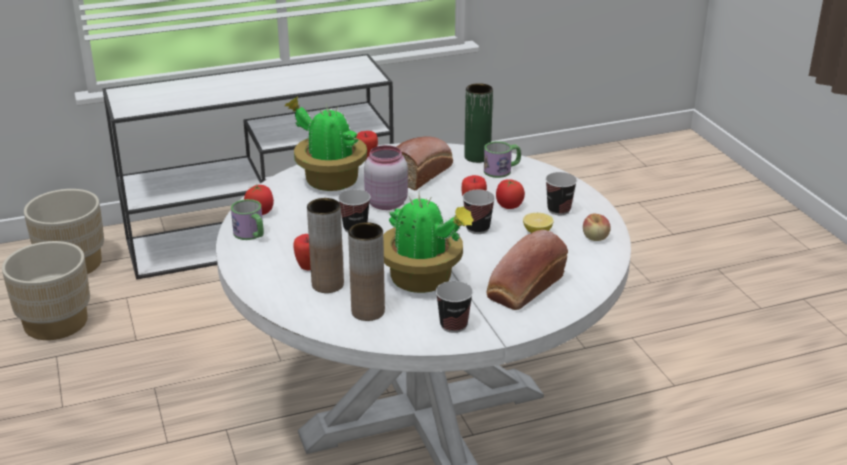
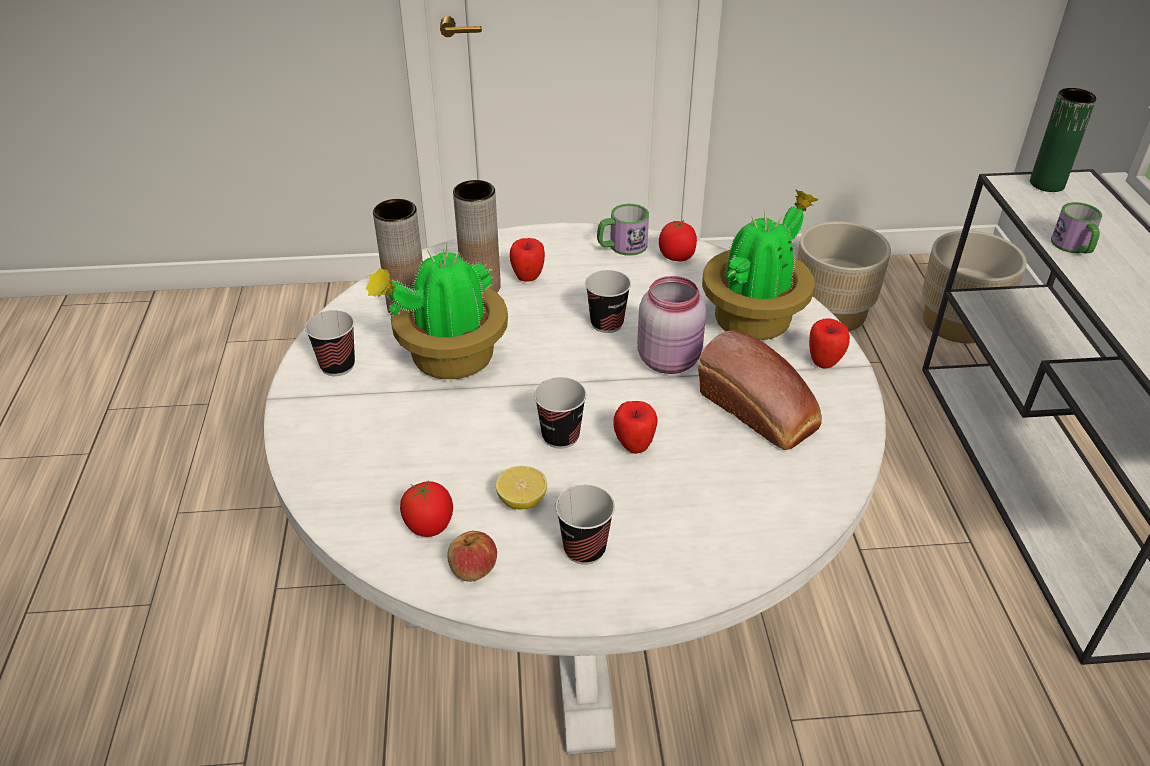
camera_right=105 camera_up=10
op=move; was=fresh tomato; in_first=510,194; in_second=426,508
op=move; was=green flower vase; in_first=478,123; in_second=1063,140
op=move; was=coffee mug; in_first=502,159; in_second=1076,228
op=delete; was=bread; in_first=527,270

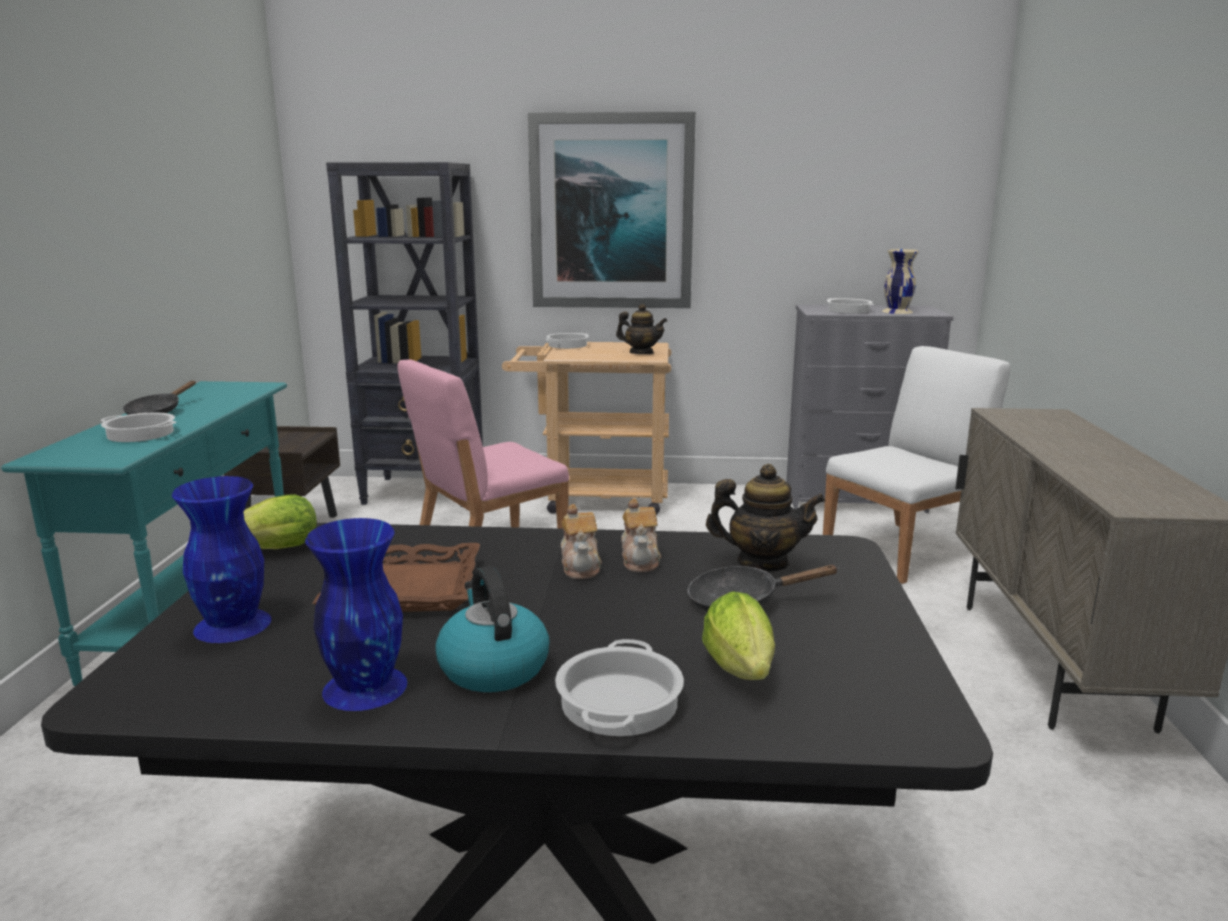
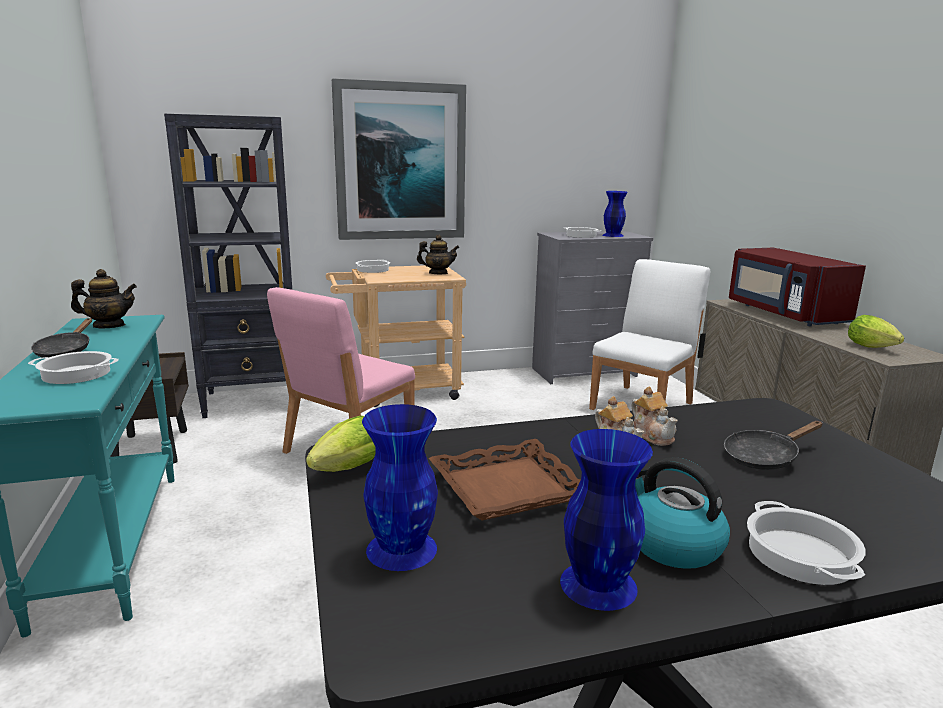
camera_right=-20 camera_up=0
op=move; was=pot for tea; in_first=766,517; in_second=104,298
op=recolor; was=beige flower vase; now=blue flower vase; in_first=900,281; in_second=615,214
op=insert; now=reddish kitchen microwave; in_second=797,287
op=move; was=head of lettuce; in_first=738,635; in_second=876,331

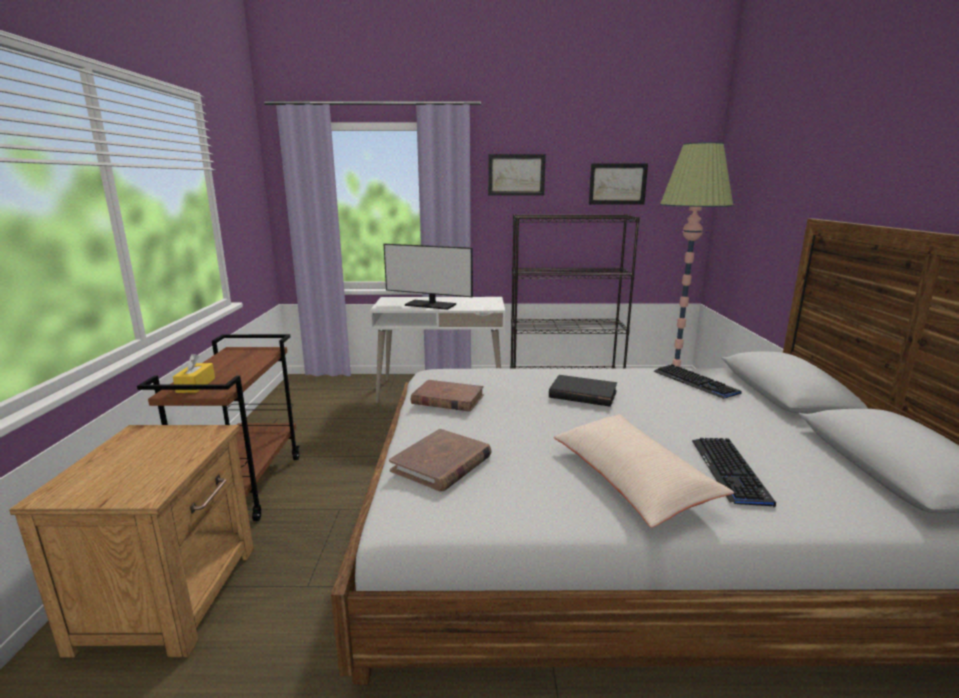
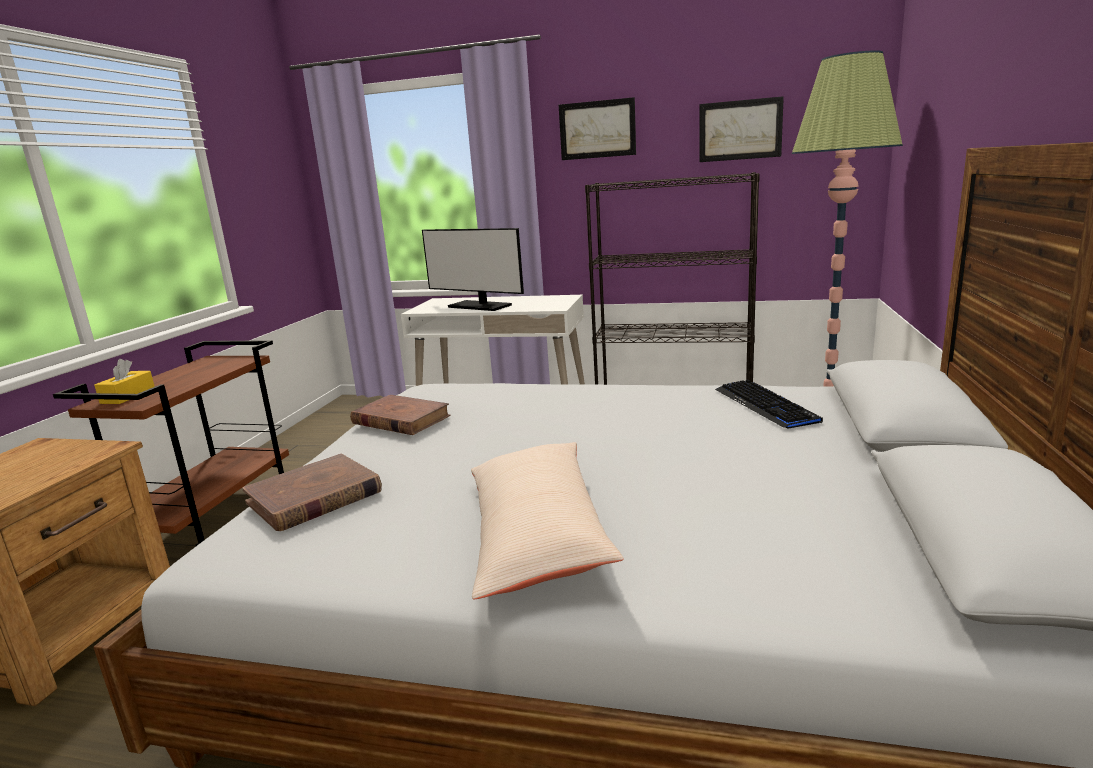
camera_right=15 camera_up=0
op=delete; was=black book; in_first=583,391
op=delete; was=keyboard; in_first=734,472

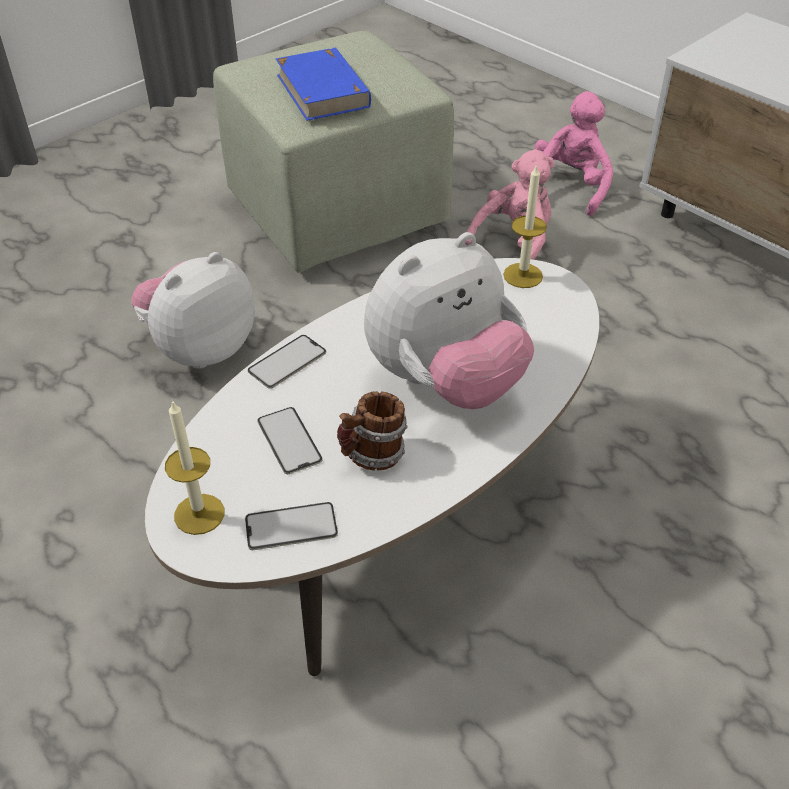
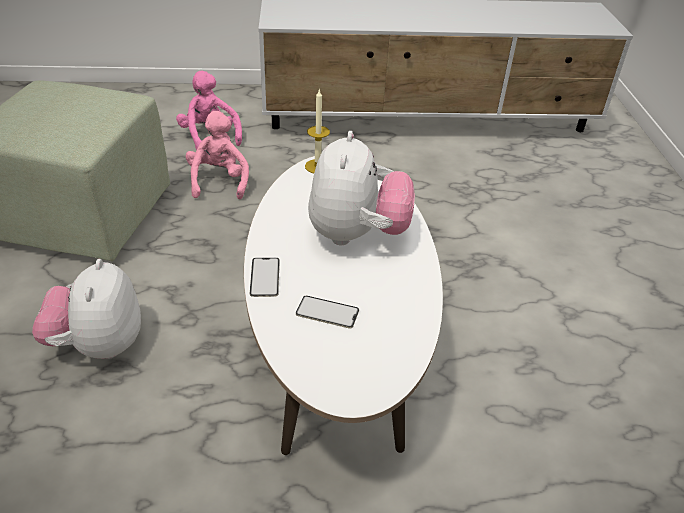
camera_right=-50 camera_up=-5
op=delete; was=candle; in_first=195,467
op=delete; was=telephone; in_first=291,526
op=delete; was=blue book; in_first=323,84
op=delete; was=coffee mug; in_first=372,430

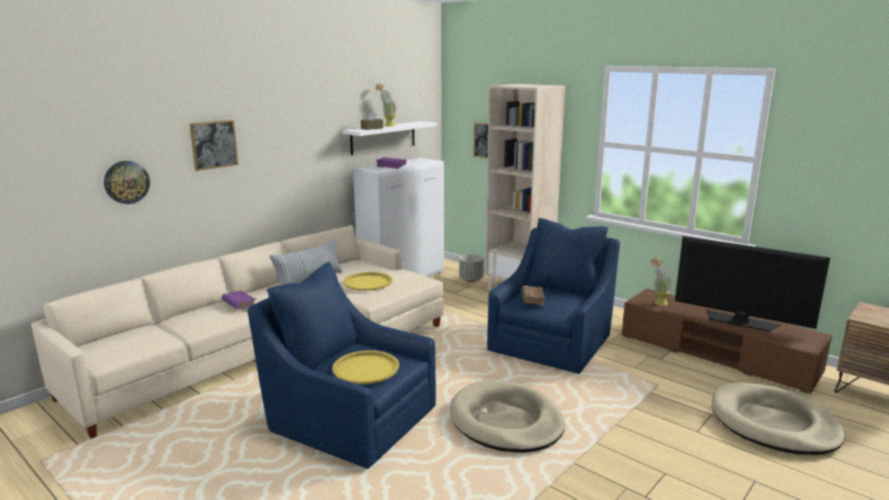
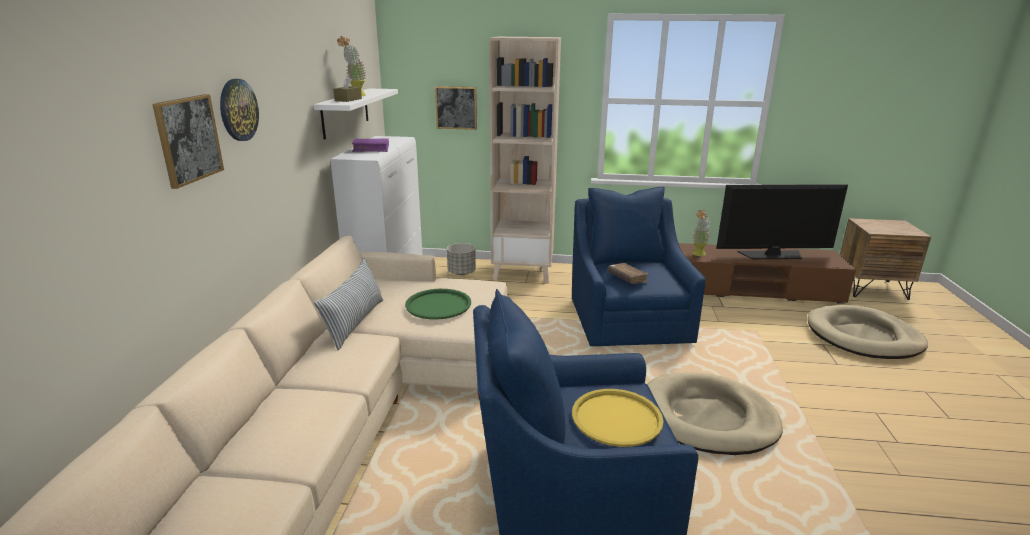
camera_right=-35 camera_up=5
op=move; was=hanging clock; in_first=127,182; in_second=239,110
op=recolor; was=yellow carrying tray; now=green carrying tray; in_first=368,281; in_second=438,304
op=delete; was=purple book; in_first=239,300

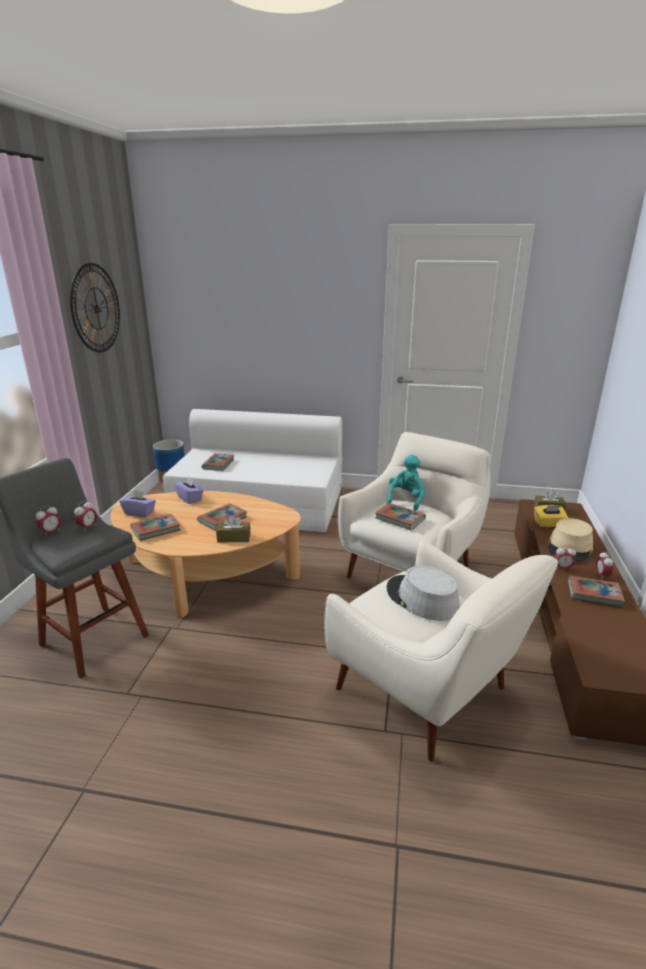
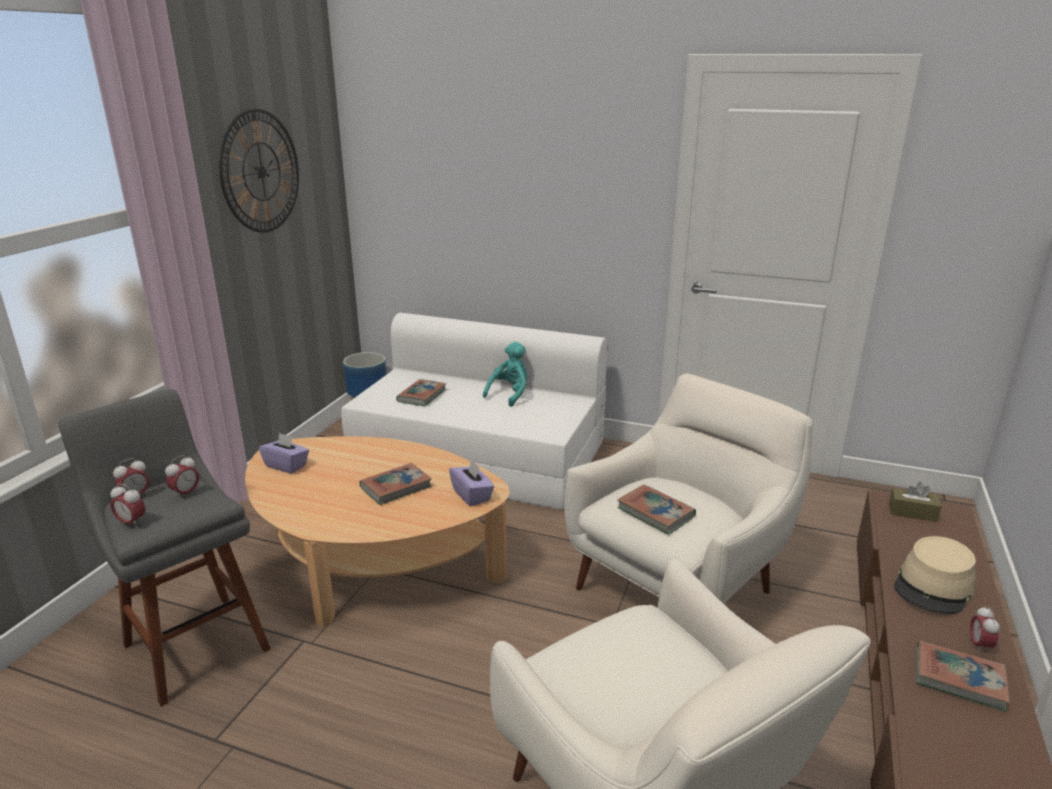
camera_right=10 camera_up=0
op=move; was=table clock; in_first=565,558; in_second=128,506
op=move; was=purple box of tissues; in_first=188,490; in_second=471,483
op=move; was=blue-green plush toy; in_first=406,483; in_second=505,374
op=delete; was=book; in_first=155,527
op=delete; was=brownish box of tissues; in_first=233,528
op=delete; was=grey hat; in_first=423,593
op=delete; was=yellow box of tissues; in_first=551,516

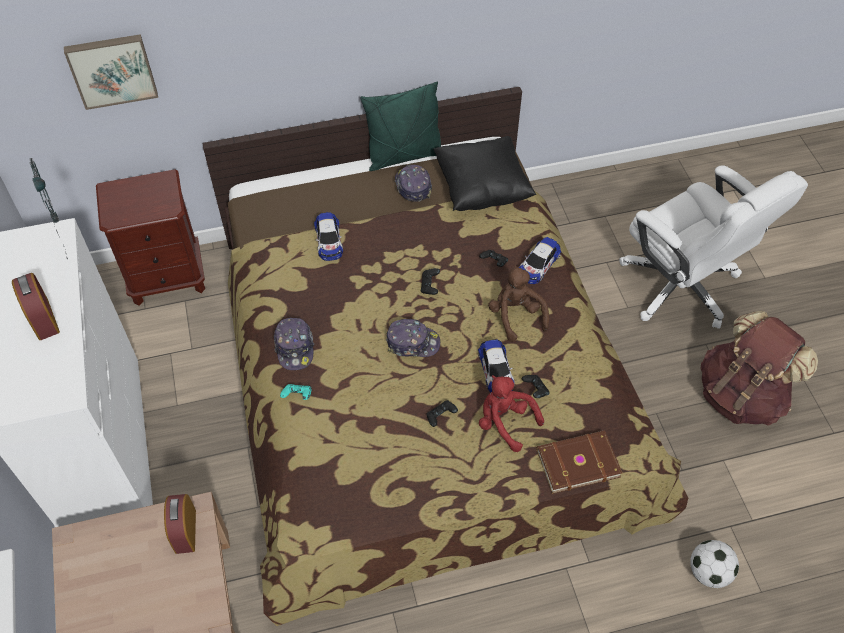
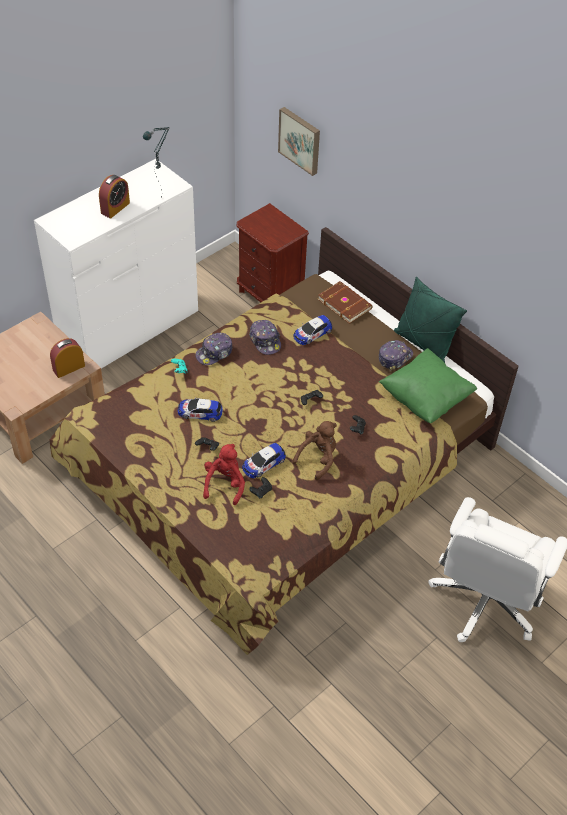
camera_right=60 camera_up=-5
op=move; was=toy car; in_first=540,260; in_second=200,410
op=move; was=baseball cap; in_first=413,338; in_second=265,337
op=move; was=brownish book; in_first=579,462; in_second=345,302
op=recolor; was=black cushion; now=green cushion; in_first=485,173; in_second=428,385
op=delete; was=football ball; in_first=714,564
op=delete; was=brownish backpack; in_first=759,368

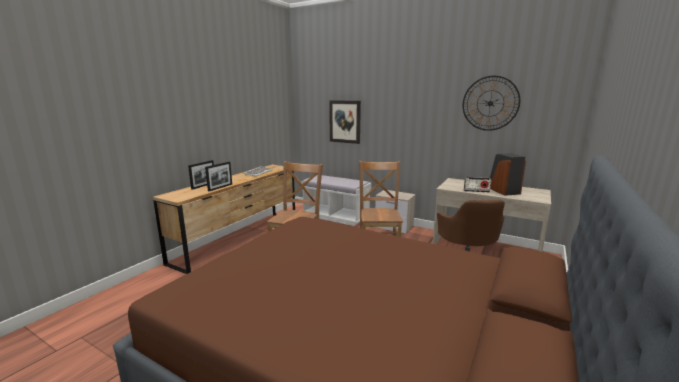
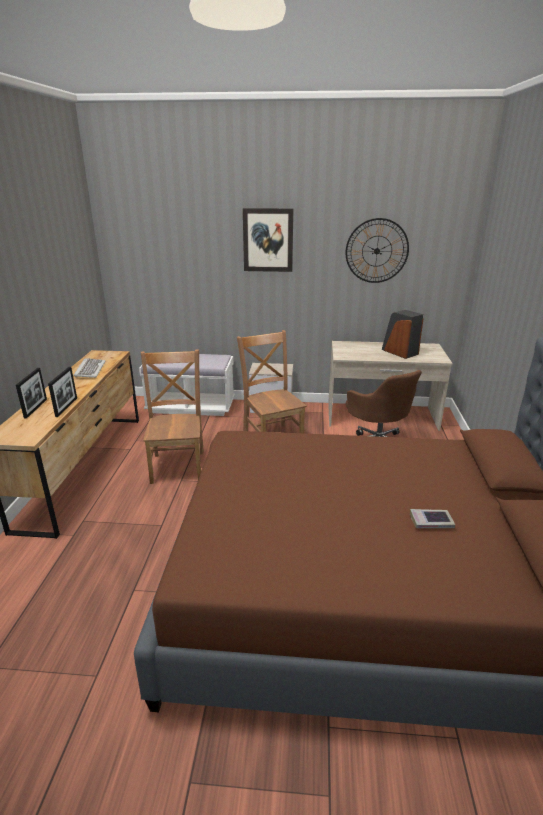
camera_right=-25 camera_up=10
op=move; was=wall art; in_first=345,122; in_second=268,240
op=insert; now=book; in_second=432,518
op=delete; was=radio; in_first=477,184

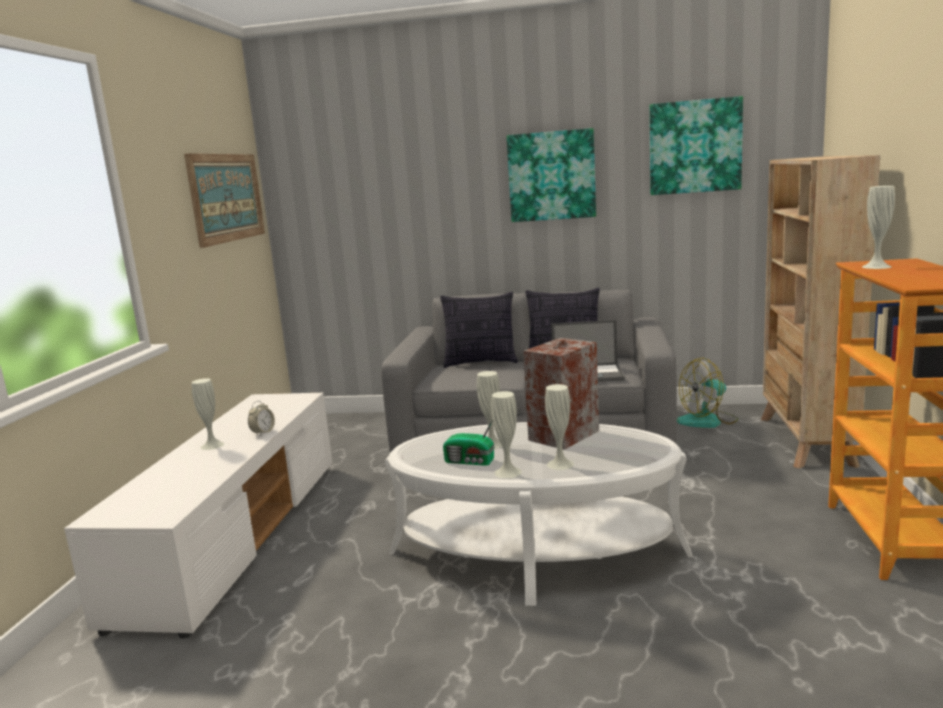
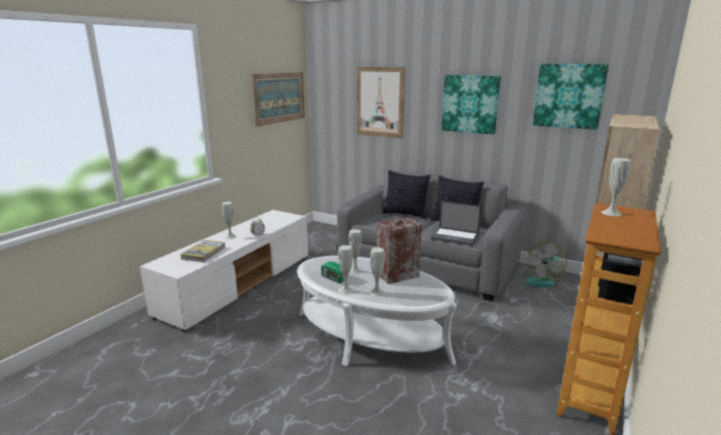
camera_right=20 camera_up=5
op=insert; now=book; in_second=203,251
op=insert; now=wall art; in_second=381,102
op=rotate; was=fan; in_first=707,393; in_second=546,264; clockwise=-45

